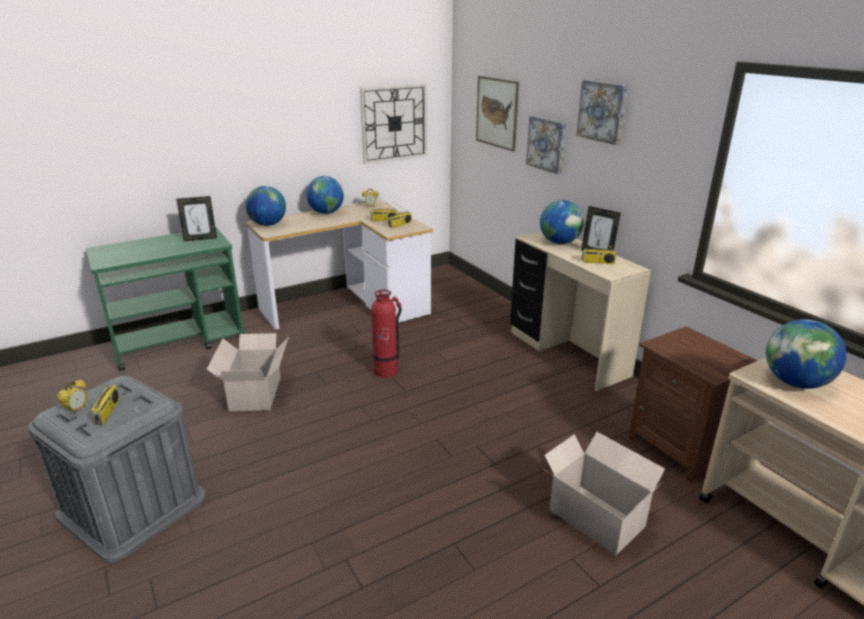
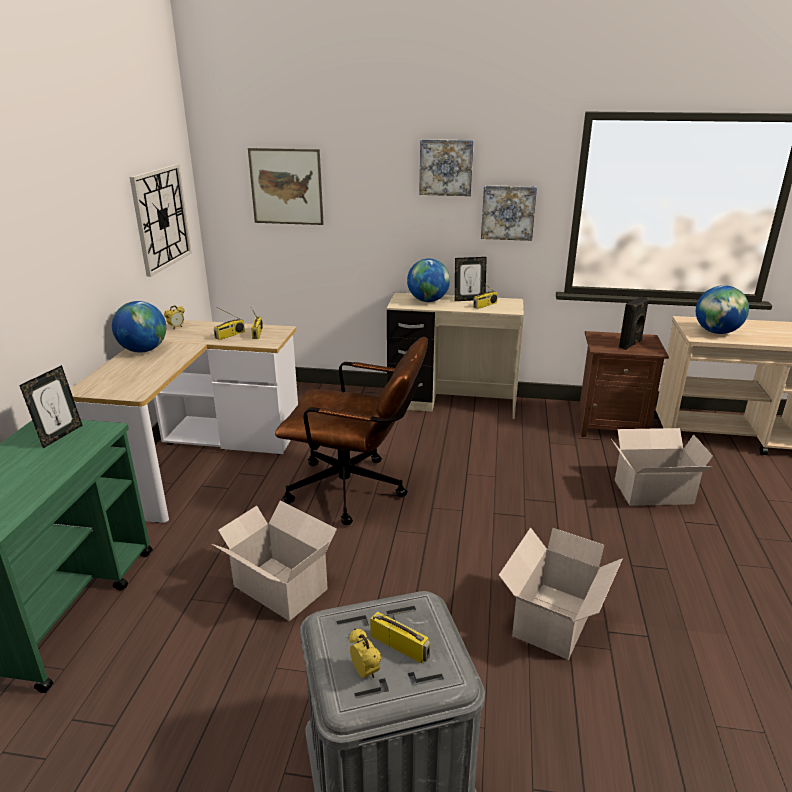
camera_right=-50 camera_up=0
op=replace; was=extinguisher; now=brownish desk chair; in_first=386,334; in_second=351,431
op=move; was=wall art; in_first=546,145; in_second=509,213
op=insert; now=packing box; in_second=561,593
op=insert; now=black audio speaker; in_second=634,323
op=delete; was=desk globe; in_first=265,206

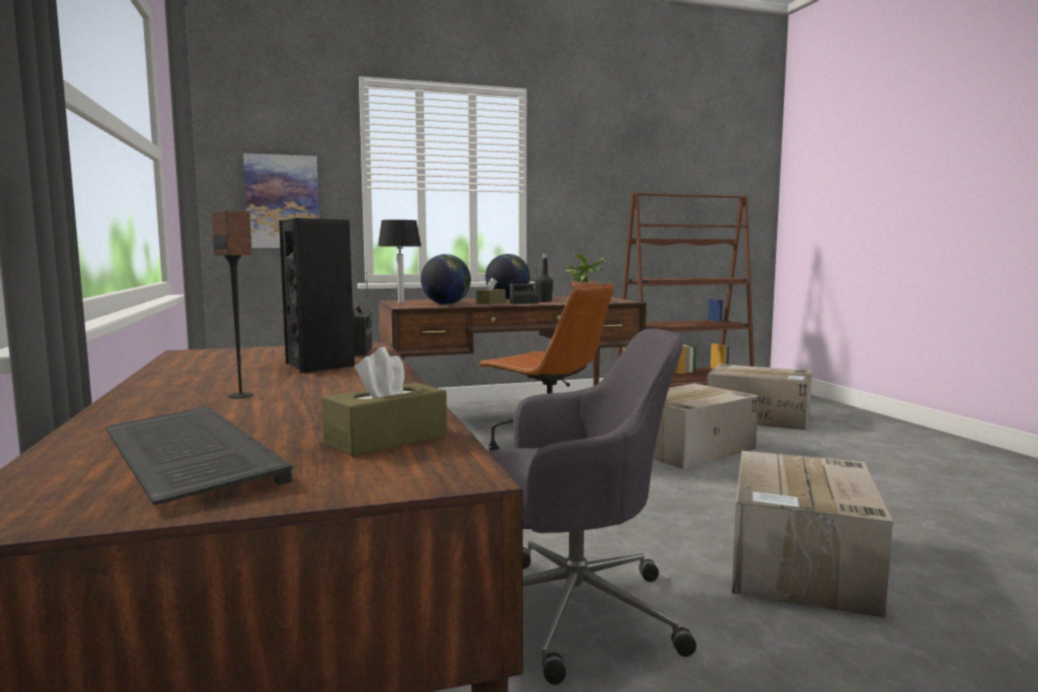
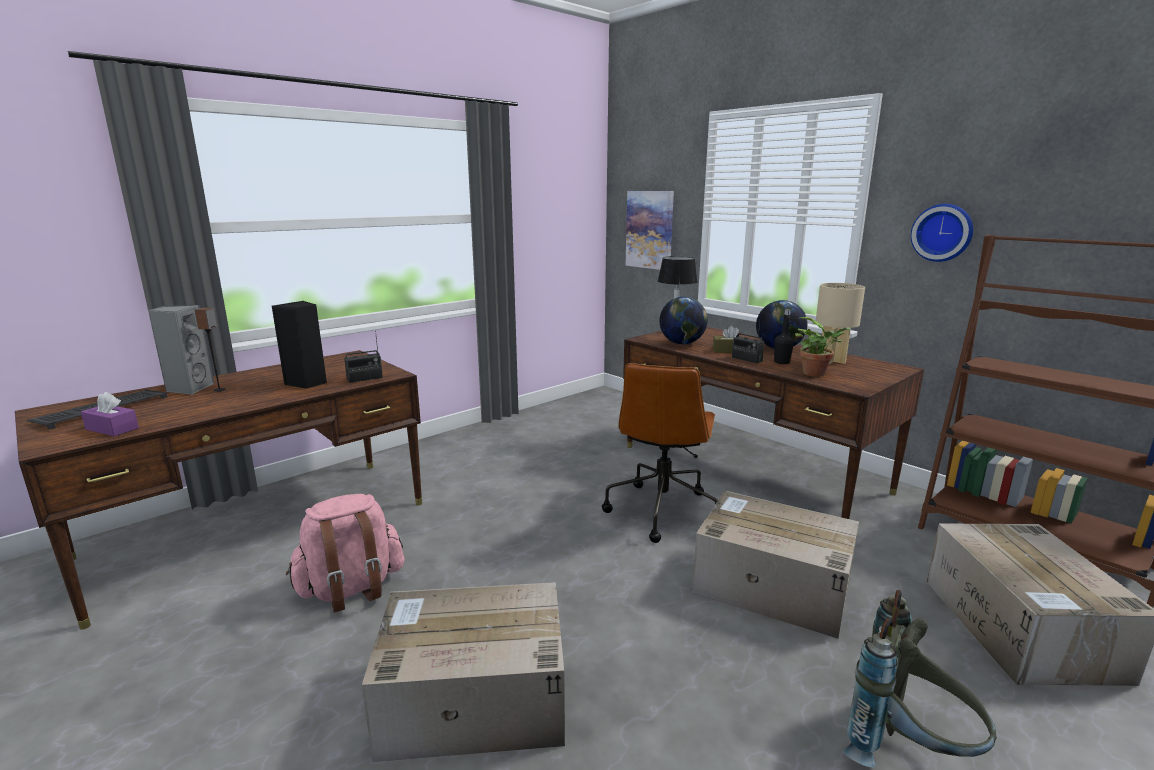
camera_right=65 camera_up=10
op=recolor; was=brownish box of tissues; now=purple box of tissues; in_first=384,402; in_second=110,414
op=insert; now=grey audio speaker; in_second=181,350
op=replace; was=grey desk chair; now=pink-coloured backpack; in_first=592,507; in_second=345,553
op=insert; now=beige tabletop lamp; in_second=840,323
op=insert; now=grey backpack; in_second=920,678
op=insert; now=hanging clock; in_second=942,233

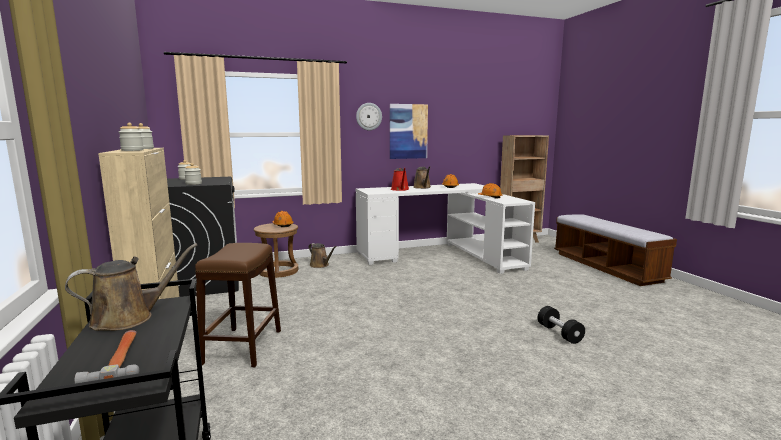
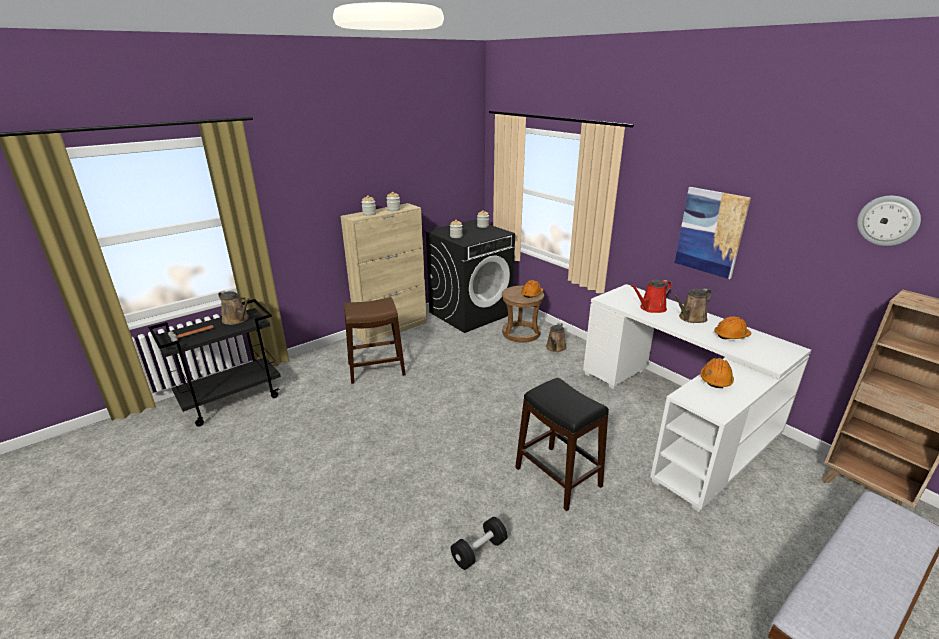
camera_right=70 camera_up=15
op=insert; now=black stool; in_second=562,444
op=move; was=hanging clock; in_first=369,116; in_second=889,221

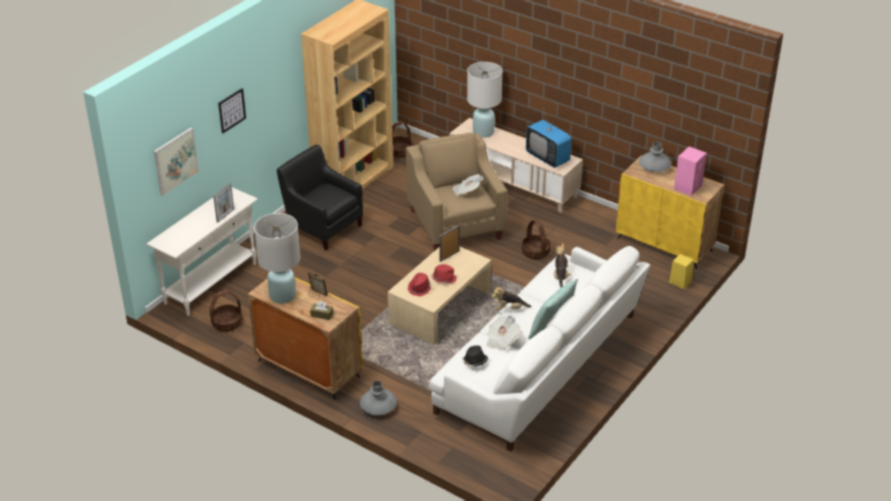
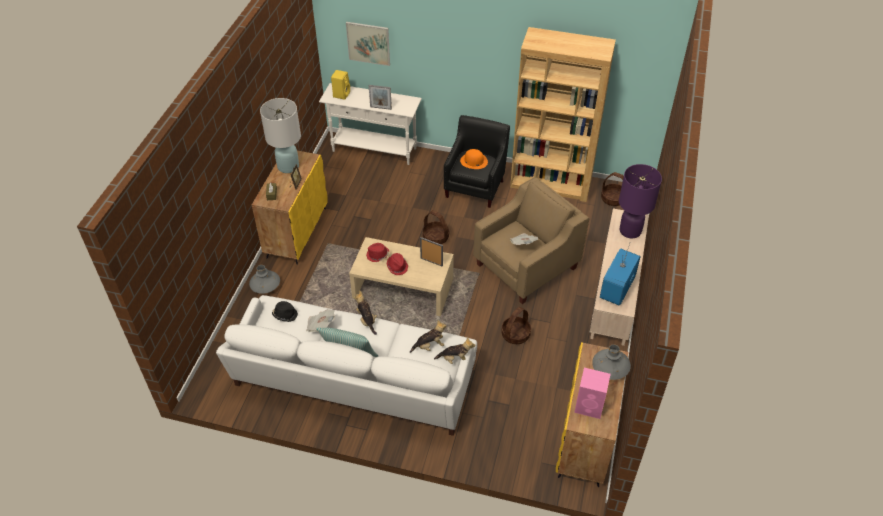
camera_right=70 camera_up=10
op=move; was=yellow audio speaker; in_first=681,271; in_second=340,85
op=move; was=storage basket; in_first=226,311; in_second=436,227
op=insert; now=plush toy; in_second=454,350
op=insert; now=orangey hat; in_second=474,159
op=recolor; was=white tabletop lamp; now=purple tabletop lamp; in_first=484,100; in_second=640,201
op=delete; was=wall art; in_first=232,111

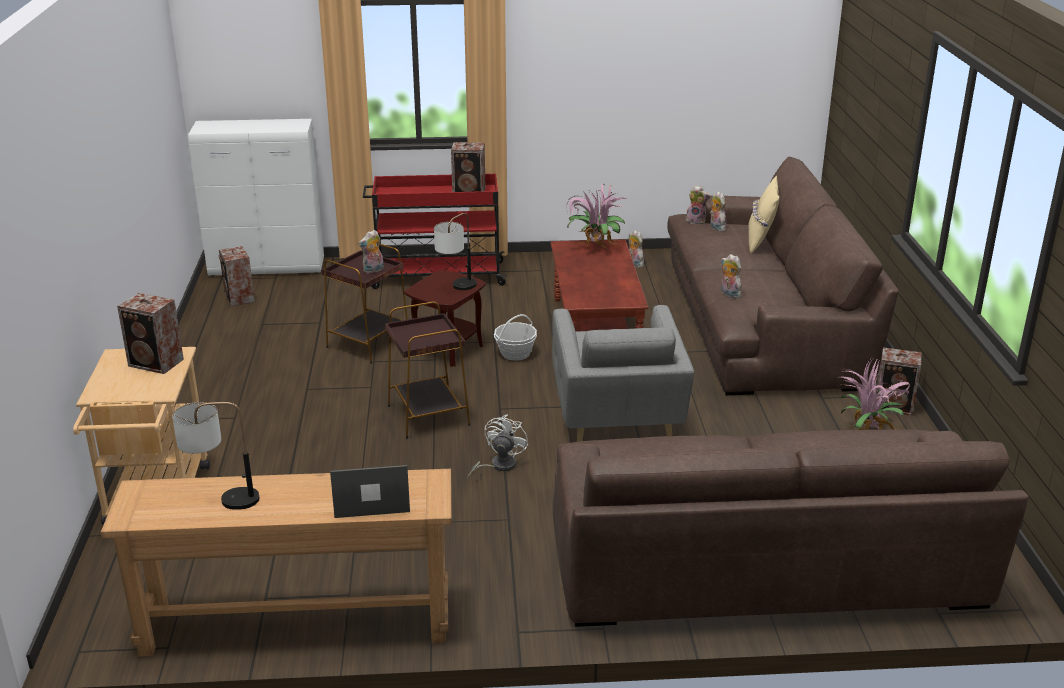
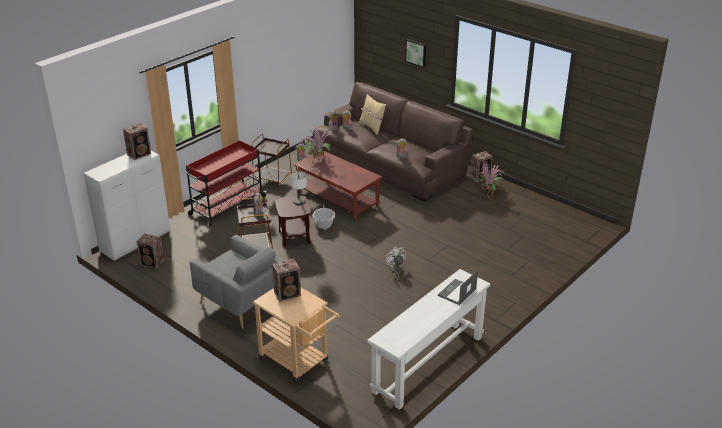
camera_right=-45 camera_up=5
op=move; was=audio speaker; in_first=468,167; in_second=137,141
op=move; was=grey armchair; in_first=623,373; in_second=237,282
op=move; was=brownish side table; in_first=427,370; in_second=272,163
op=recolor; was=brownish hall table; now=white hall table; in_first=276,563; in_second=428,339
op=insert; now=wall art; in_second=415,53
op=delete; was=tabletop lamp; in_first=215,456
op=delete; was=brownish sofa; in_first=791,528

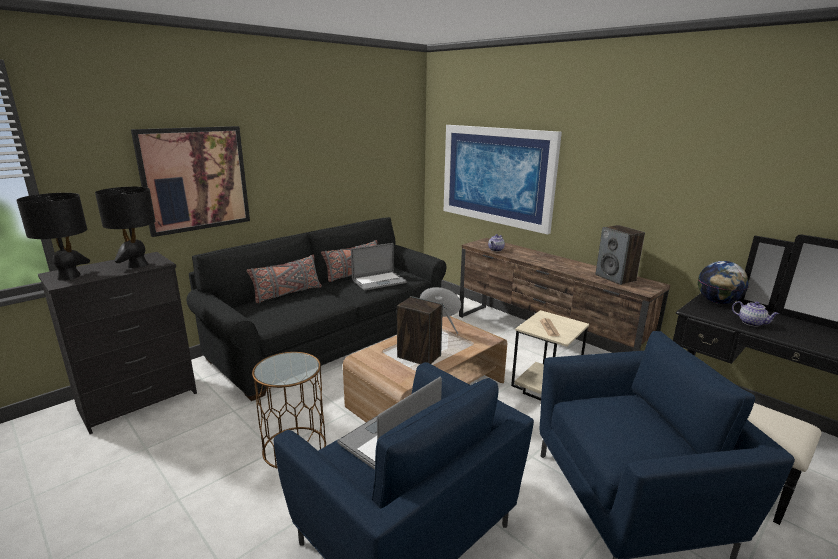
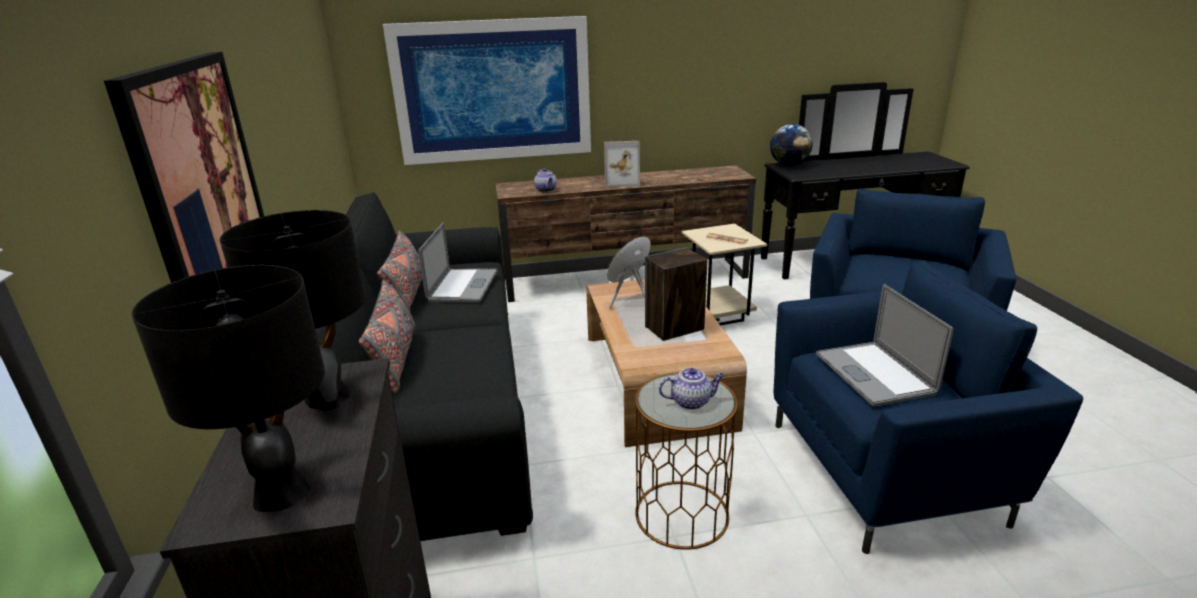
camera_right=-55 camera_up=5
op=insert; now=picture frame; in_second=622,164
op=move; was=pot for tea; in_first=755,313; in_second=691,389
op=delete; was=audio speaker; in_first=620,255

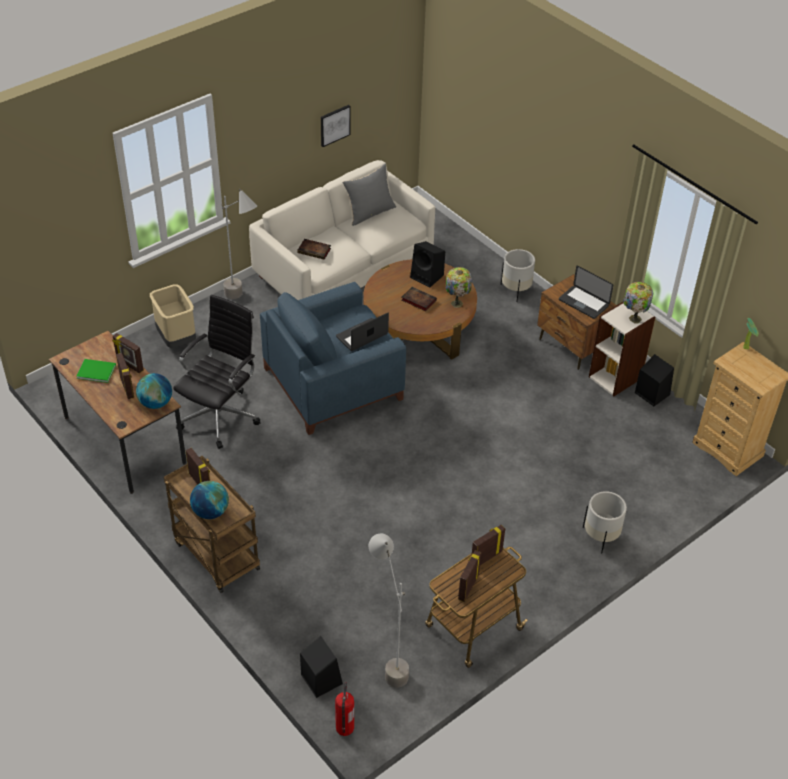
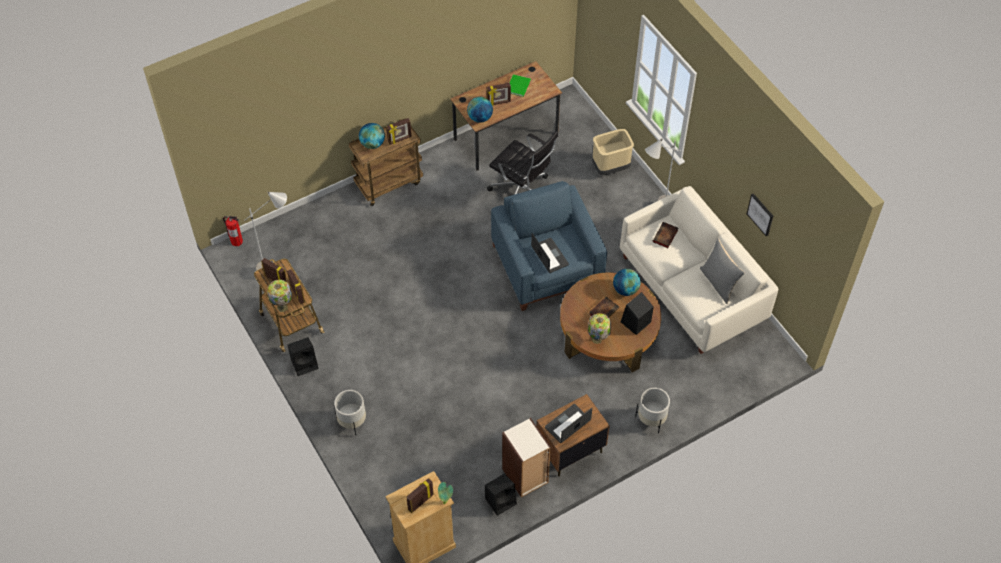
camera_right=100 camera_up=10
op=move; was=tabletop lamp; in_first=638,303; in_second=279,296
op=move; was=black audio speaker; in_first=321,667; in_second=303,356
op=move; was=picture frame; in_first=128,353; in_second=419,495
op=insert; now=desk globe; in_second=627,282

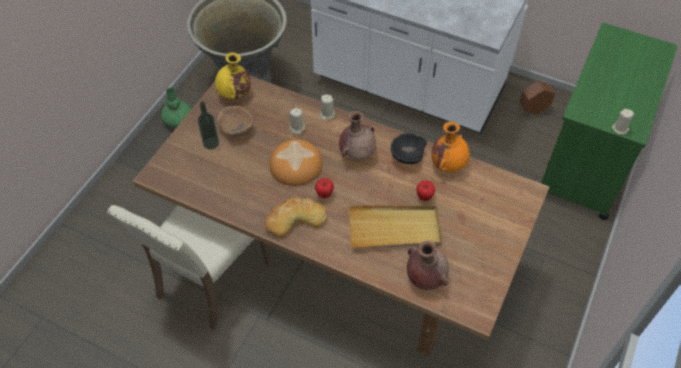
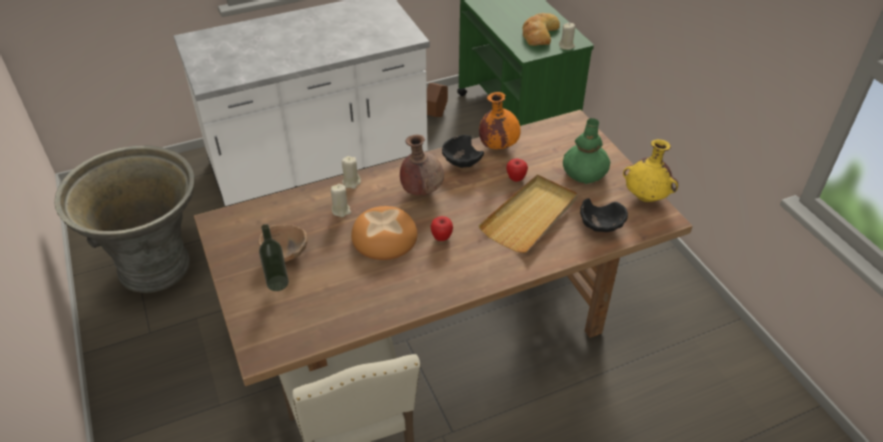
camera_right=-50 camera_up=-10
op=move; was=bread; in_first=295,217; in_second=541,29
op=move; was=green flower vase; in_first=176,108; in_second=587,151
op=replace; was=brownish flower vase; now=black serving bowl; in_first=428,265; in_second=604,215
op=move; was=yellow flower vase; in_first=232,75; in_second=650,170

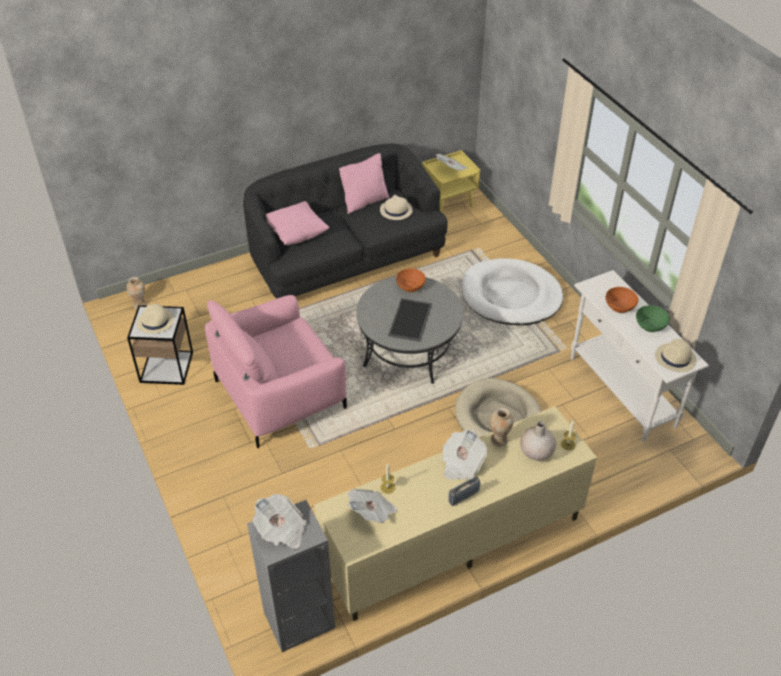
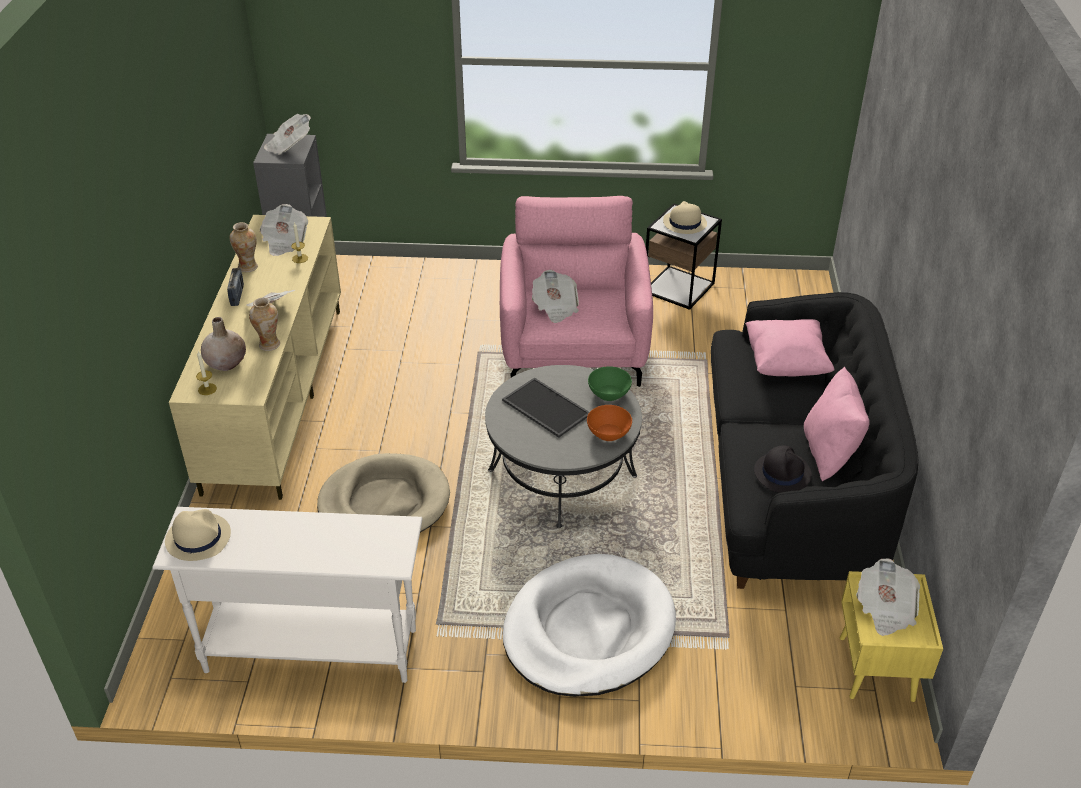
camera_right=120 camera_up=-5
op=move; was=flower vase; in_first=136,293; in_second=244,247
op=insert; now=daily paper; in_second=555,296
op=move; was=green serving bowl; in_first=653,318; in_second=610,383
op=recolor; was=beige hat; now=black hat; in_first=396,207; in_second=783,468
op=delete; was=orangey serving bowl; in_first=622,300

